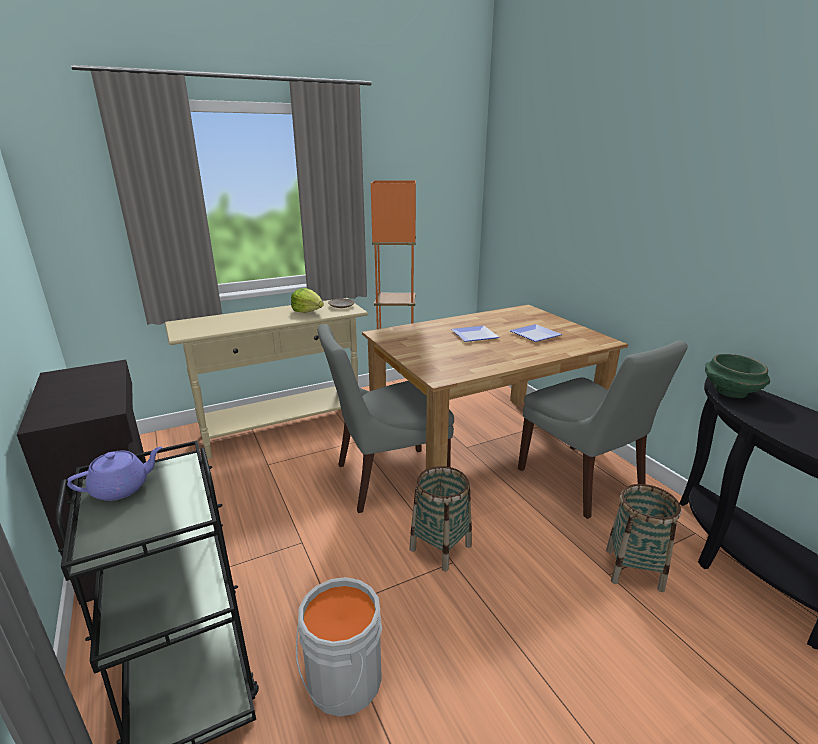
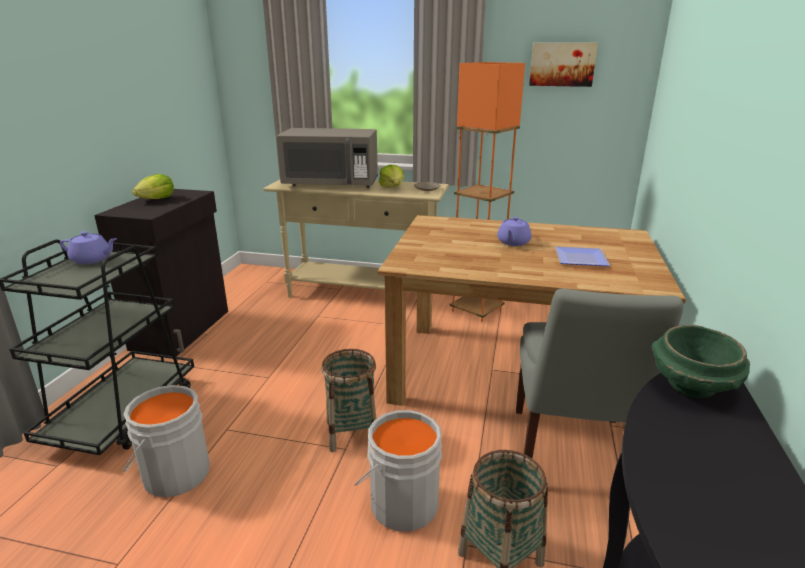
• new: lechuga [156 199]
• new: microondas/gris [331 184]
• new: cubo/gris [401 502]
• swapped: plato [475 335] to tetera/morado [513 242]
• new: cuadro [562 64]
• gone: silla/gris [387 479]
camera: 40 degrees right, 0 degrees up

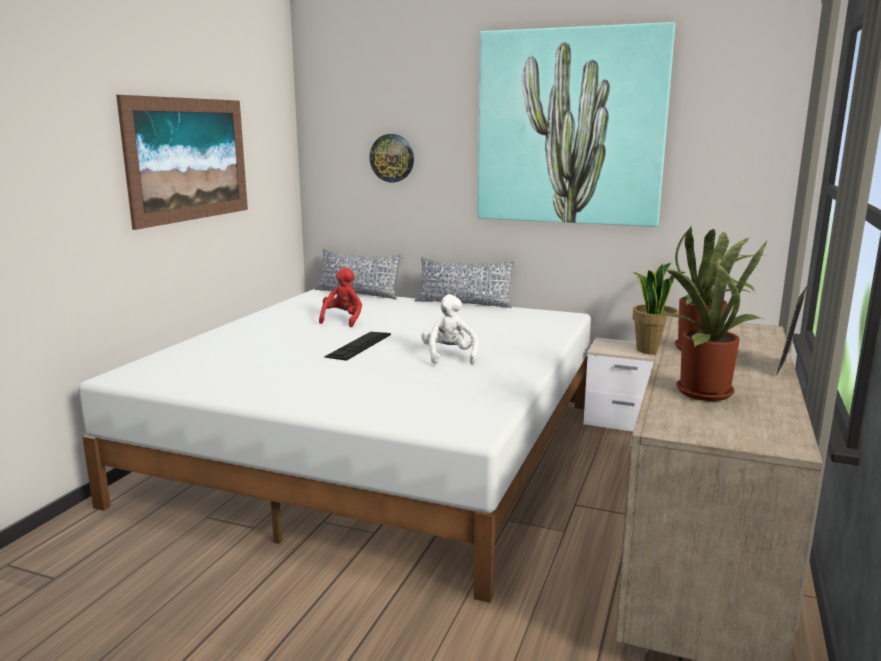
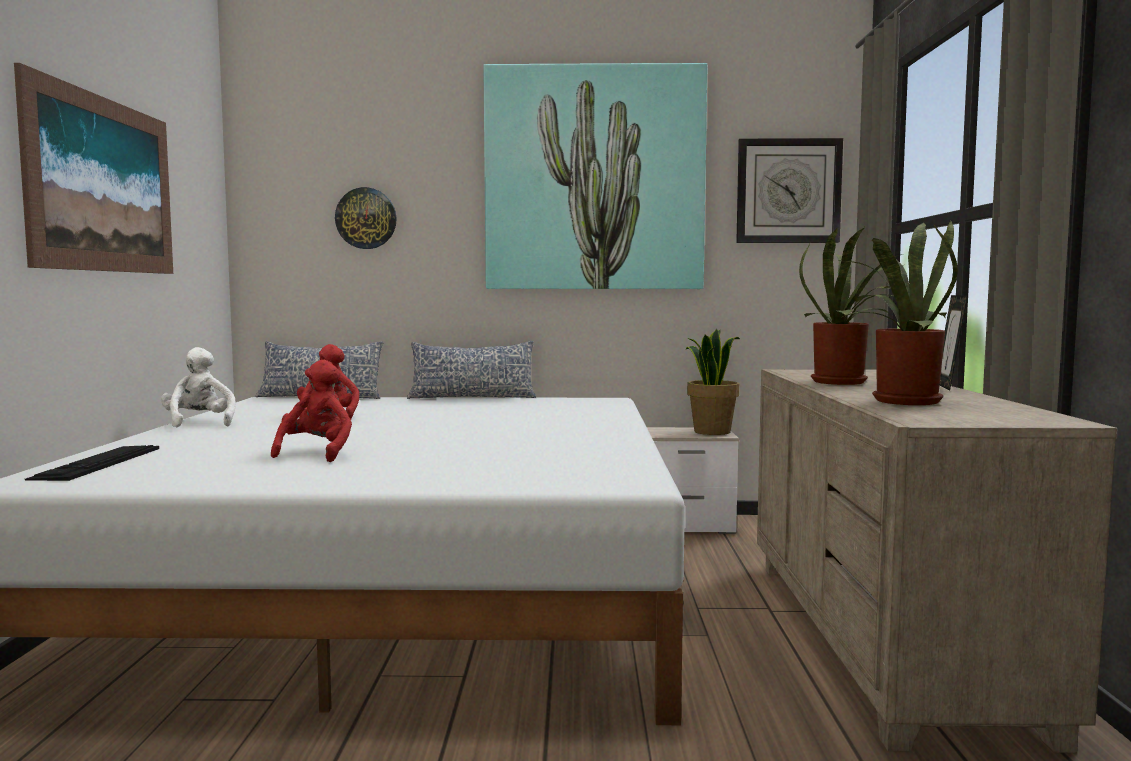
• shifted: teclado [359 345] to [98 463]
• shifted: peluche/blanco [449 356] to [199 423]
• new: peluche/rojo [317 453]
• new: reloj de pared [788 191]
camera: 20 degrees left, 10 degrees down

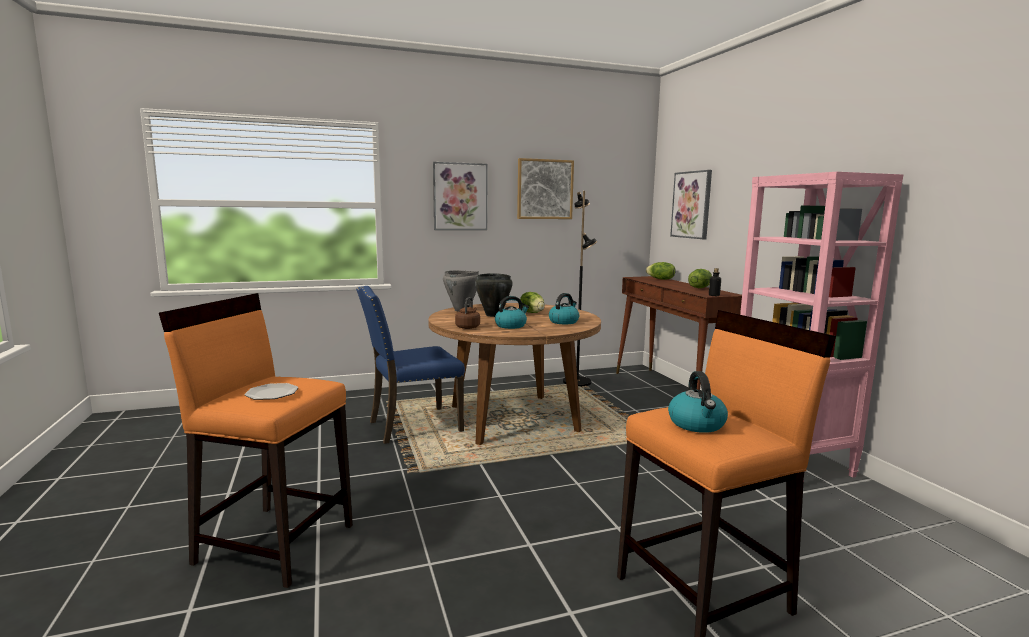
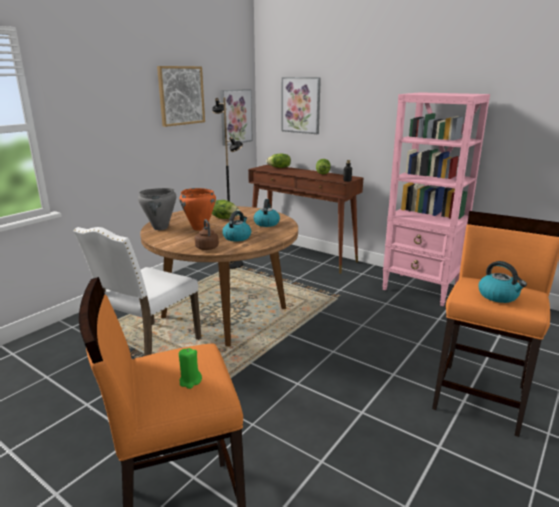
• repainted: silla/azul [412 426] to silla/blanco [150 349]
• swapped: plato [272 393] to vela/verde [190 381]
• repainted: olla/negro [493 315] to olla/naranja [199 228]
• shifted: cuadro [460 196] to [235 116]
camera: 35 degrees left, 10 degrees up

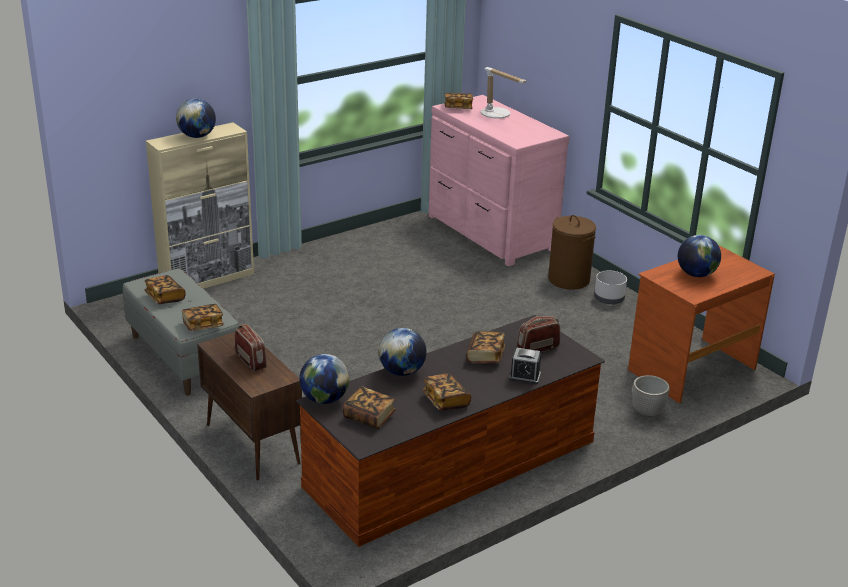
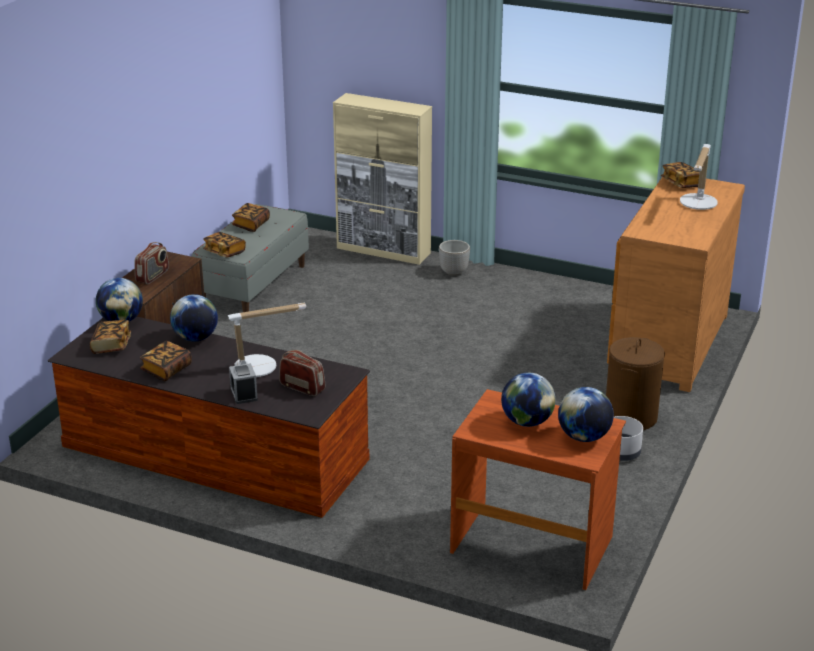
• swapped: libro [485 356] to lámpara de mesa [261 367]
• shifted: maceta [647 412] to [454 272]
• shifted: globo terráqueo [197 136] to [584 437]
• repainted: cómoda/rosa [489 233] to cómoda/marrón [666 344]
camera: 60 degrees right, 0 degrees up

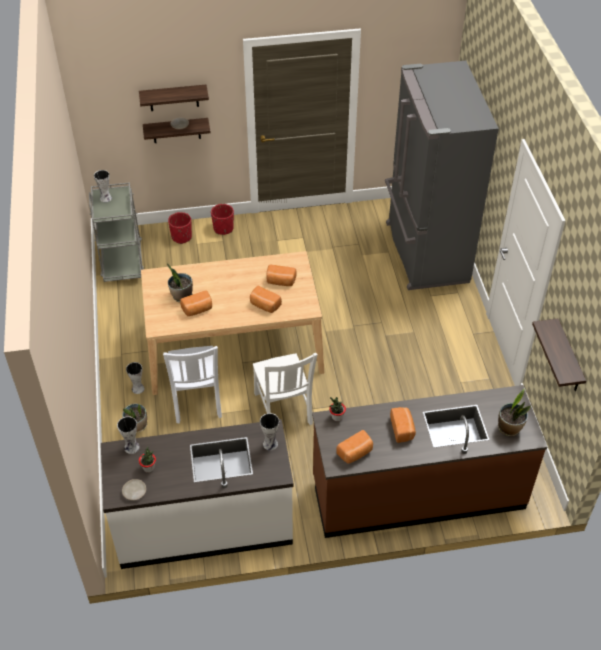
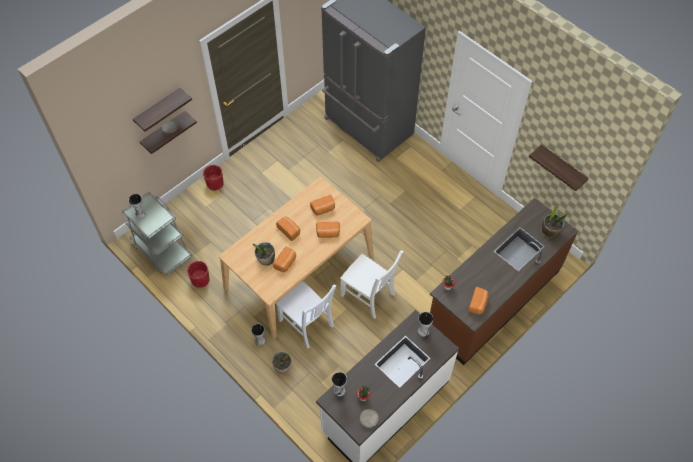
• shifted: maceta/rojo [181 237] to [200 280]
• shifted: pan [402 429] to [289 231]
camera: 35 degrees left, 10 degrees up

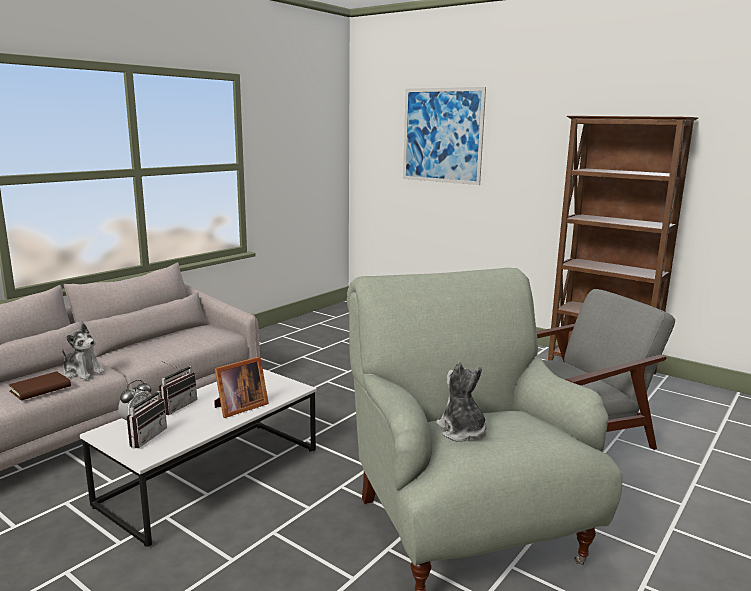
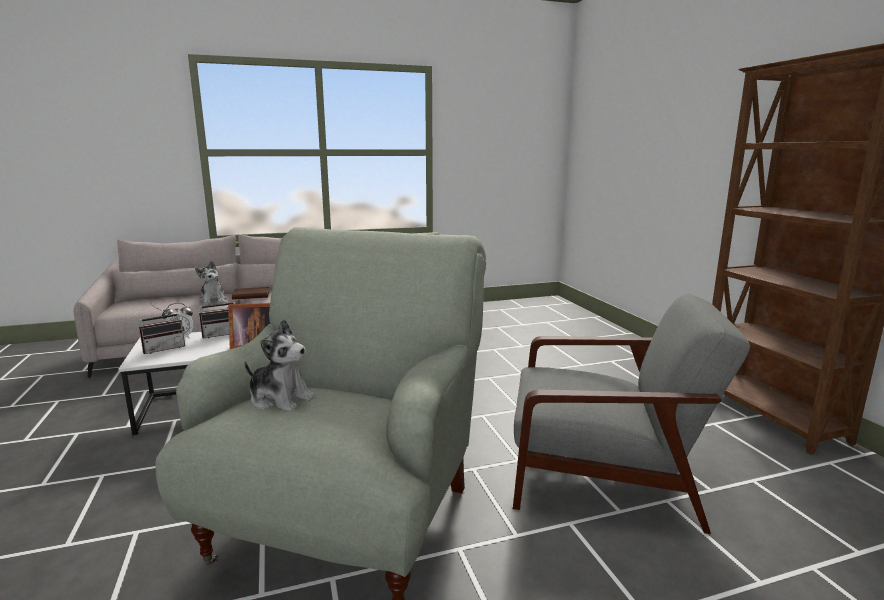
• shifted: libro/marrón [40 389] to [251 296]
• rotated: peluche [462 432] = [280 399] 105 degrees clockwise
• gone: cuadro [442 135]
camera: 35 degrees right, 0 degrees up

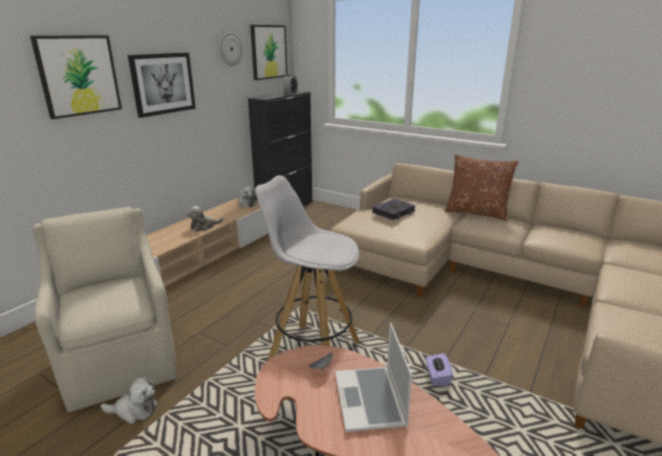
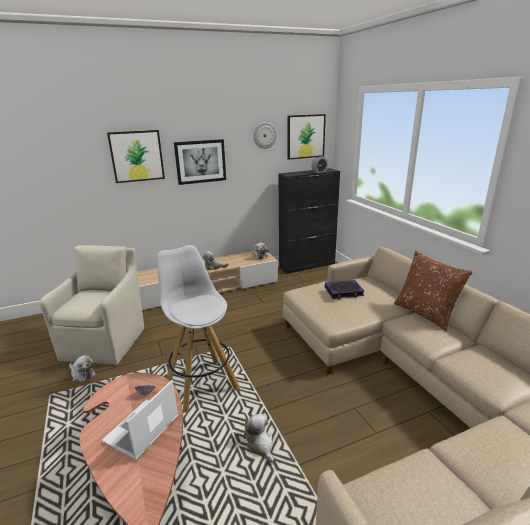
• swapped: caja de pañuelos/morado [437 377] to peluche [260 445]
camera: 35 degrees right, 0 degrees up

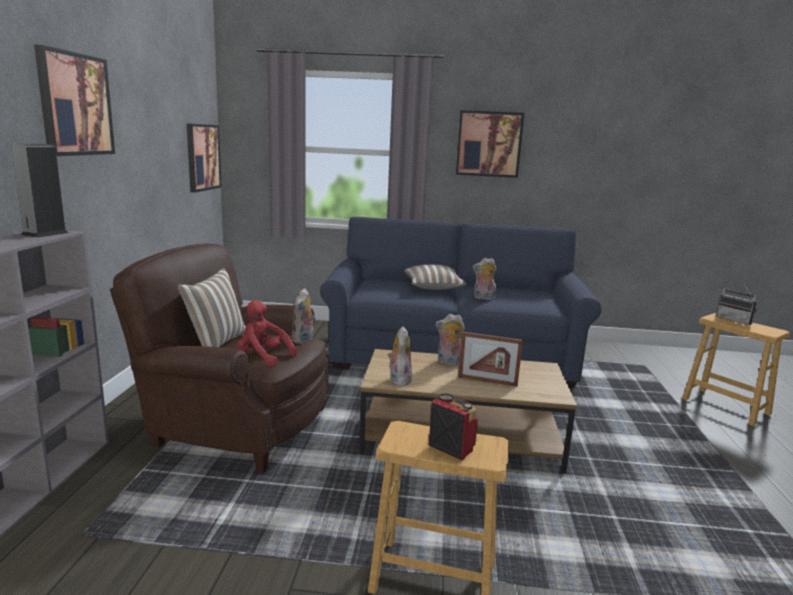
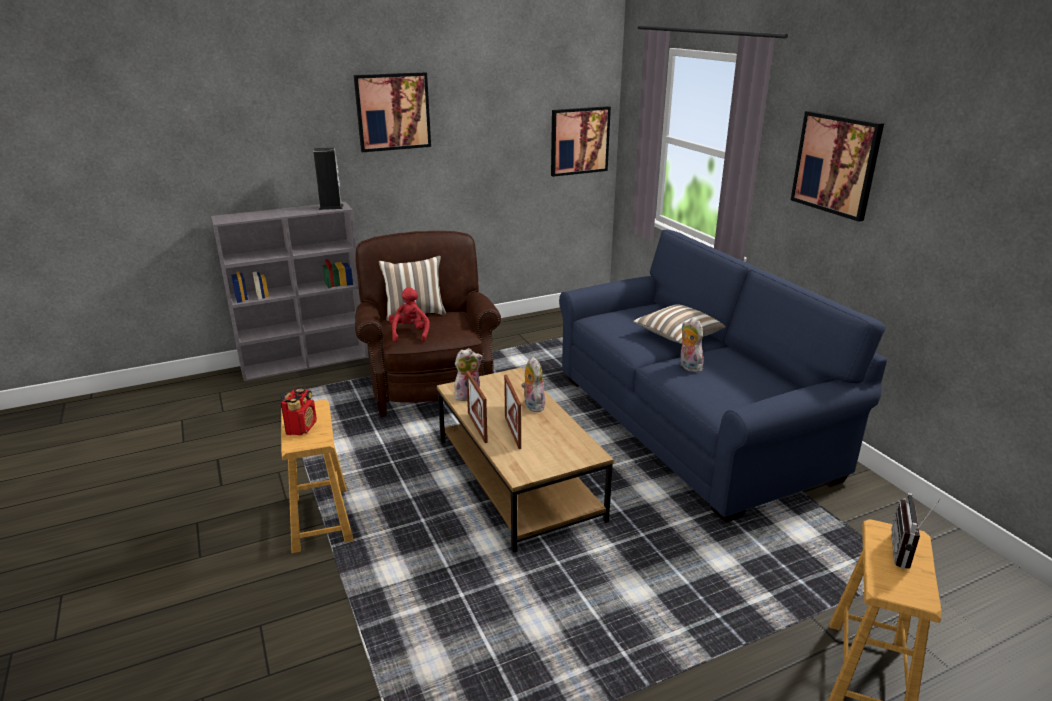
• new: portarretratos [477 427]
• gone: peluche [303 340]
camera: 60 degrees right, 10 degrees up

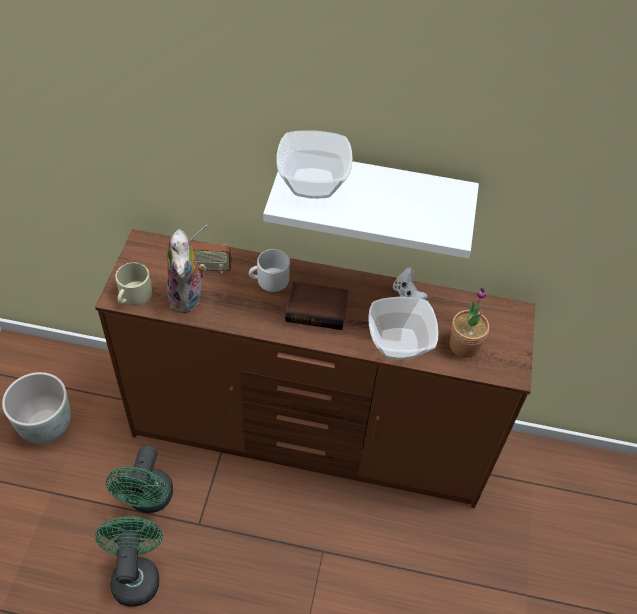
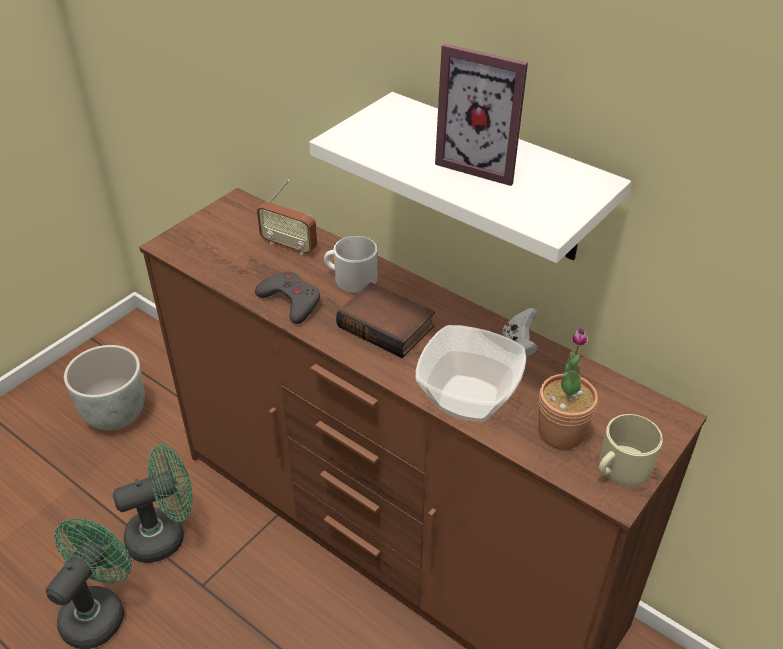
• rotated: ventilador/verde [148 500] = [165 534] 150 degrees counterclockwise
• new: mando de consola/gris [290 301]
• new: portarretratos [482 163]
• shifted: taza grande/beis [133 296] to [620 469]
• gone: peluche [188 297]
• gone: cuenco [312 183]
camera: 30 degrees right, 10 degrees down

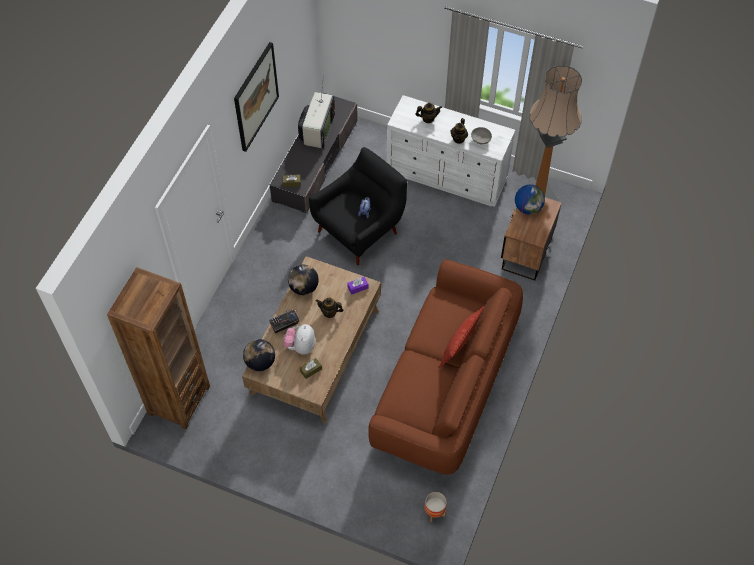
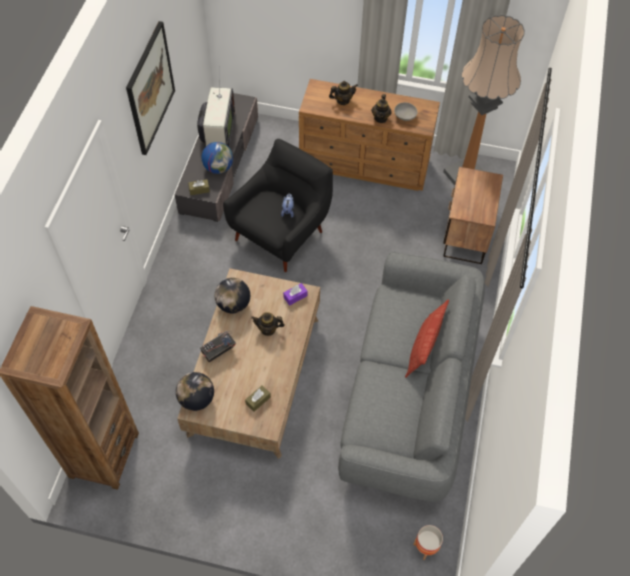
• shifted: globo terráqueo [528 208] to [218 168]
• repainted: cómoda/blanco [447 176] to cómoda/marrón [365 164]
• repainted: sofá/marrón [445 385] to sofá/gris [408 394]
• gone: peluche [300 346]
camera: 10 degrees left, 0 degrees up

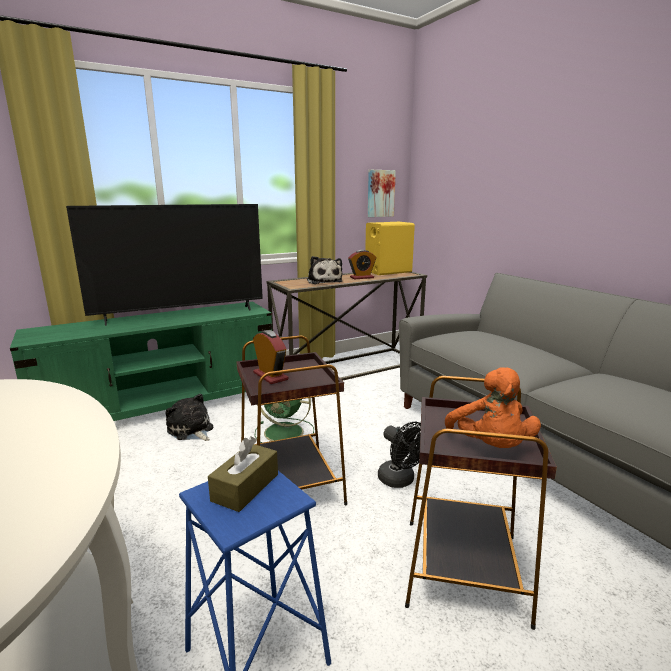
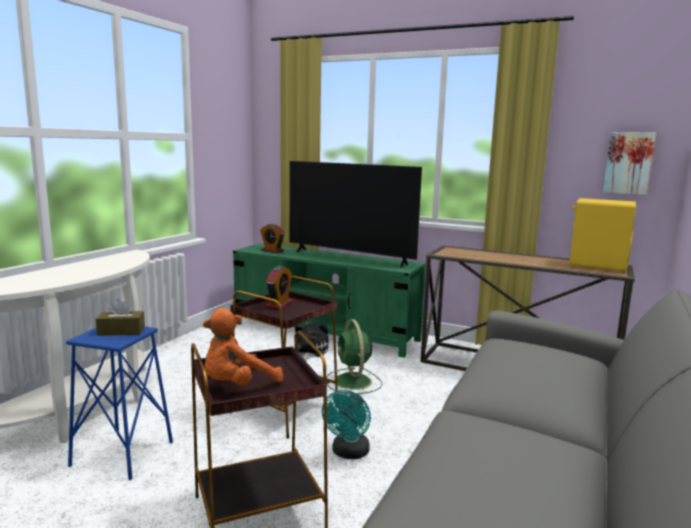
• shifted: despertador [362 277] to [272 250]
• repainted: ventilador/negro [400 481] to ventilador/turquesa [348 453]
• gone: peluche [324 281]
camera: 55 degrees right, 5 degrees down

